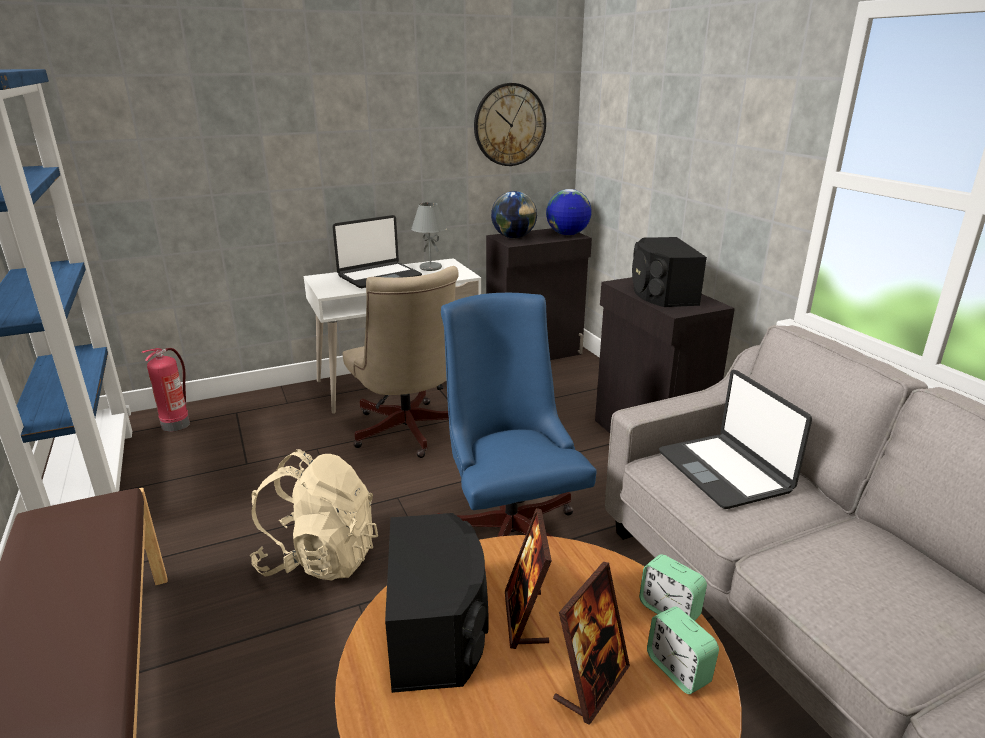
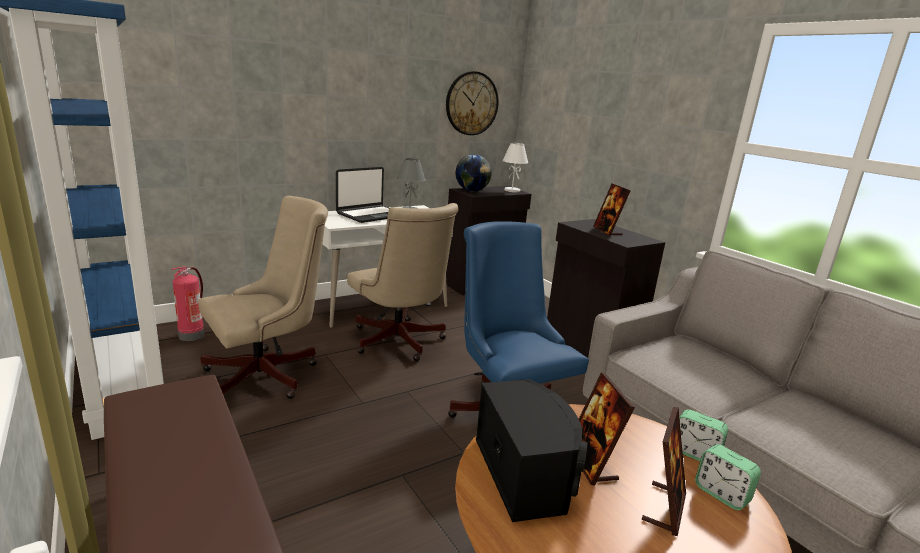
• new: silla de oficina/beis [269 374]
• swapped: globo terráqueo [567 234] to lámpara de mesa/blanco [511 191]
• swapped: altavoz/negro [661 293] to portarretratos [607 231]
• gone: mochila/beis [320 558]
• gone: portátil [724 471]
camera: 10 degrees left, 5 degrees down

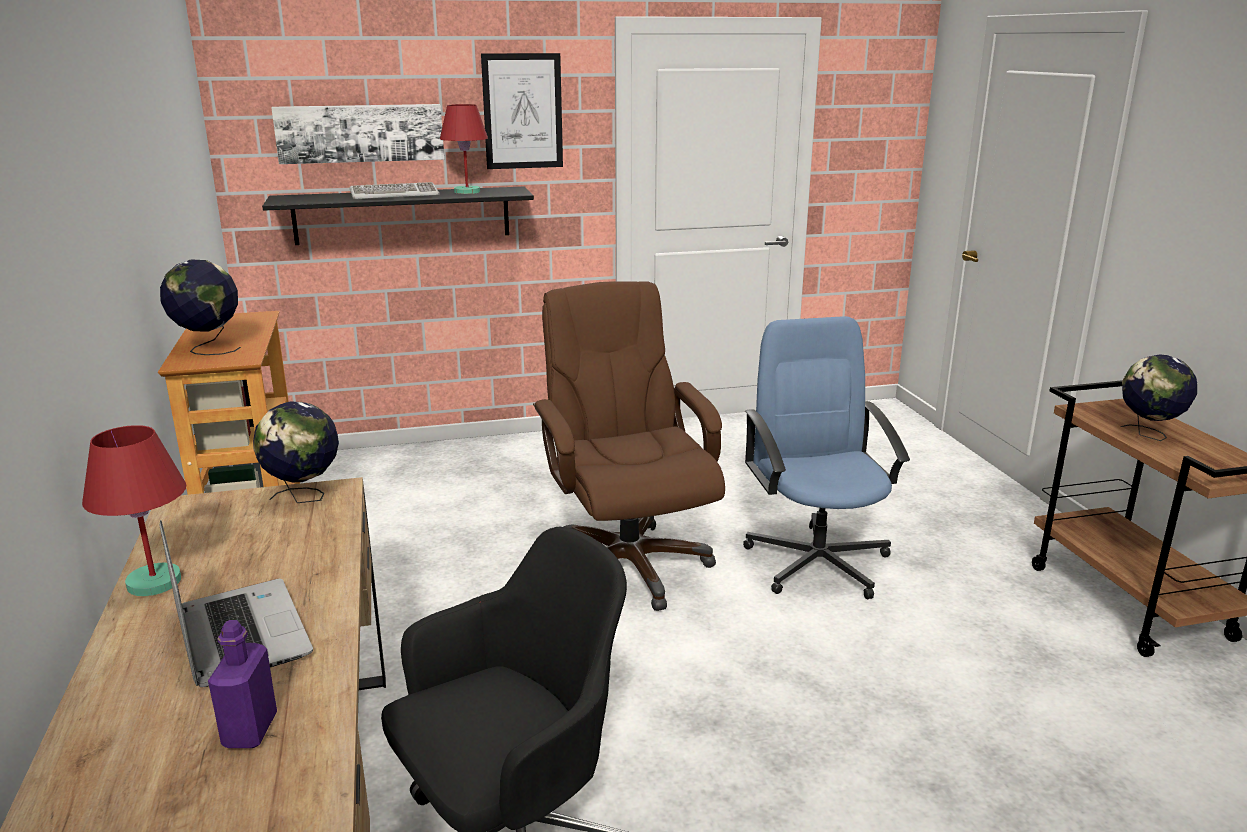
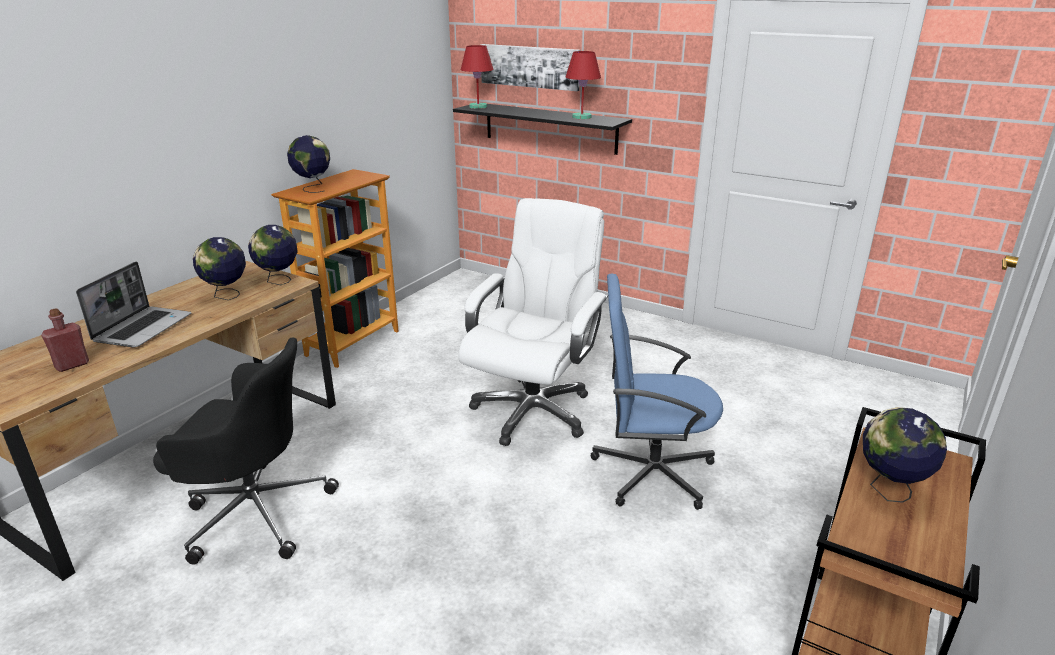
• repainted: botella/morado [250 730] to botella/rojo [72 365]
• new: globo terráqueo [226 296]
• repainted: silla de oficina/marrón [628 565] to silla de oficina/blanco [532 410]
• shifted: lámpara de mesa/rojo [155 583] to [478 107]
• rotated: silla de oficina/azul [817 561] = [650 472] 120 degrees counterclockwise
• gone: teclado [395 195]
• gone: cuadro [522 111]
camera: 45 degrees right, 5 degrees up

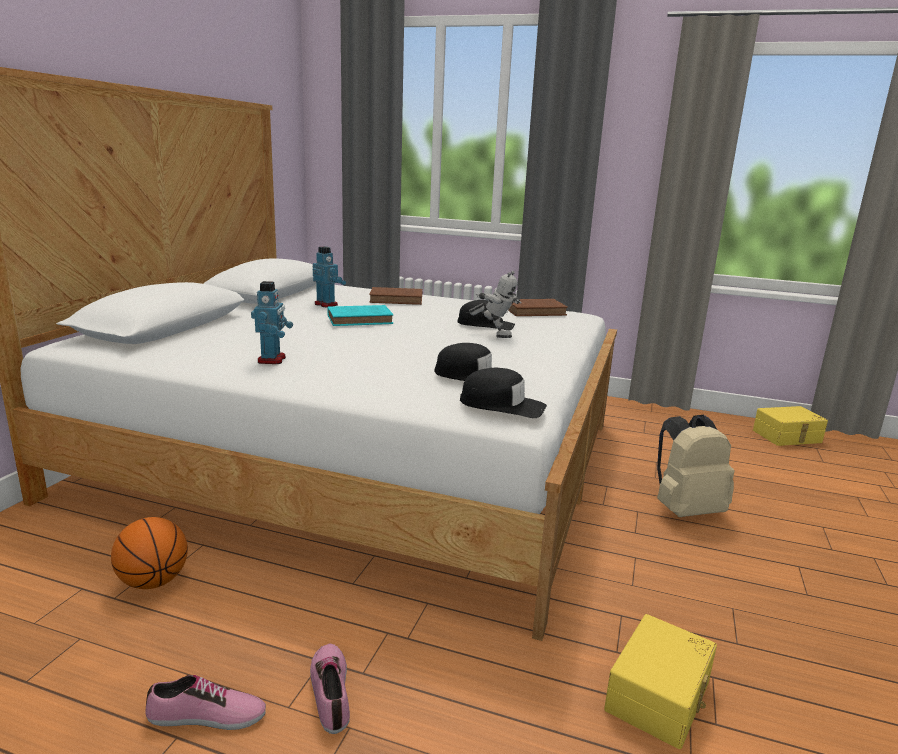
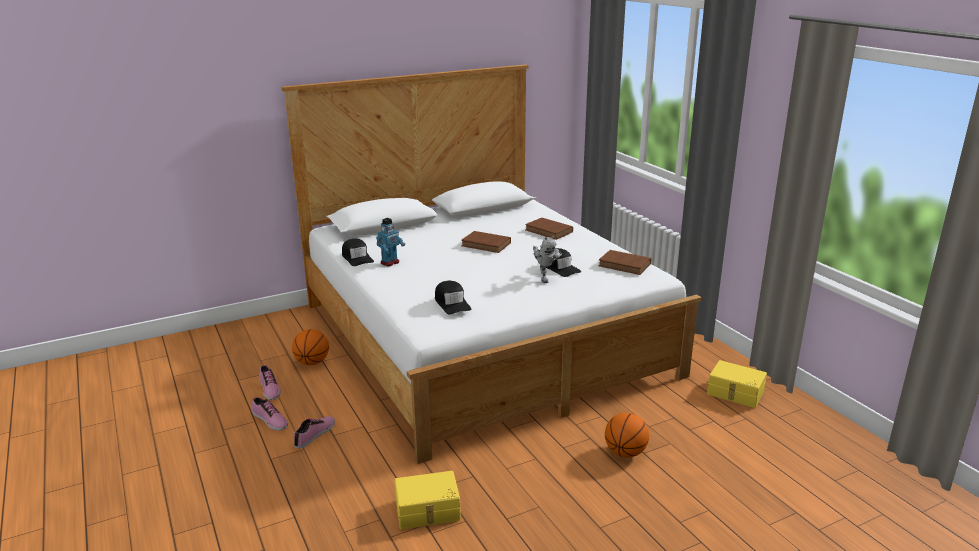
• new: zapato [269 388]
• shifted: gorra/negro [502 405] to [357 258]
• repainted: libro/turquesa [361 320] to libro/marrón [487 245]
• swapped: mochila/beis [685 510] to balón de baloncesto [625 452]
• shifted: caja de almacenaje/amarillo [788 437] to [735 393]
• gone: robot de juguete [326 304]
camera: 45 degrees right, 5 degrees up

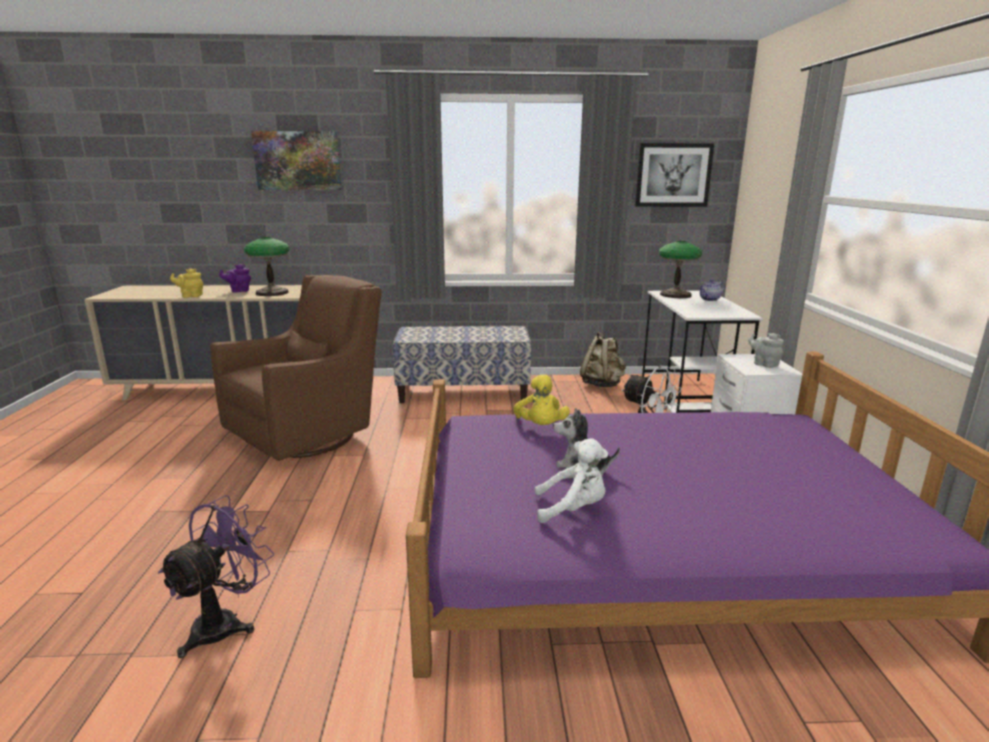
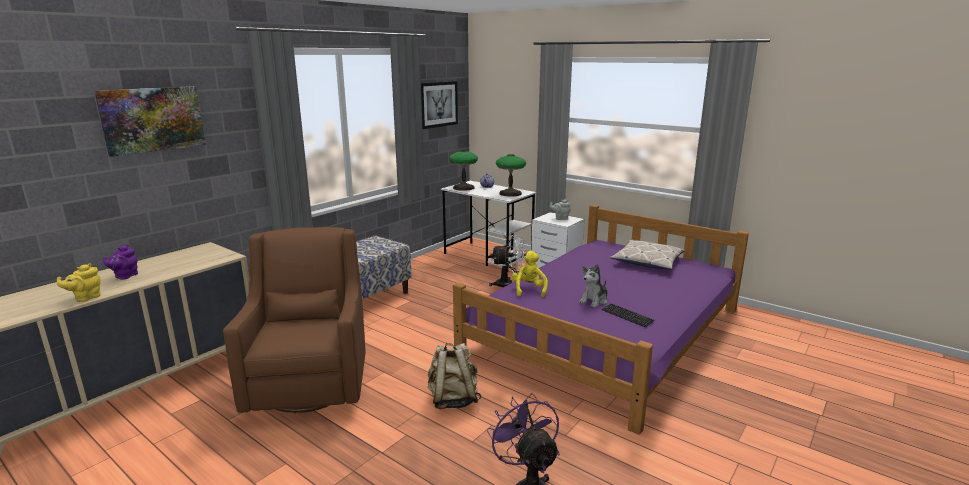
• shifted: mochila/beis [602 384] to [453 400]
• shifted: lámpara de mesa [271 293] to [510 193]
• rotated: peluche/amarillo [540 427] = [529 290] 120 degrees counterclockwise
• swapped: peluche/blanco [573 509] to teclado [627 316]
• new: cojín [647 261]
camera: 50 degrees left, 0 degrees up

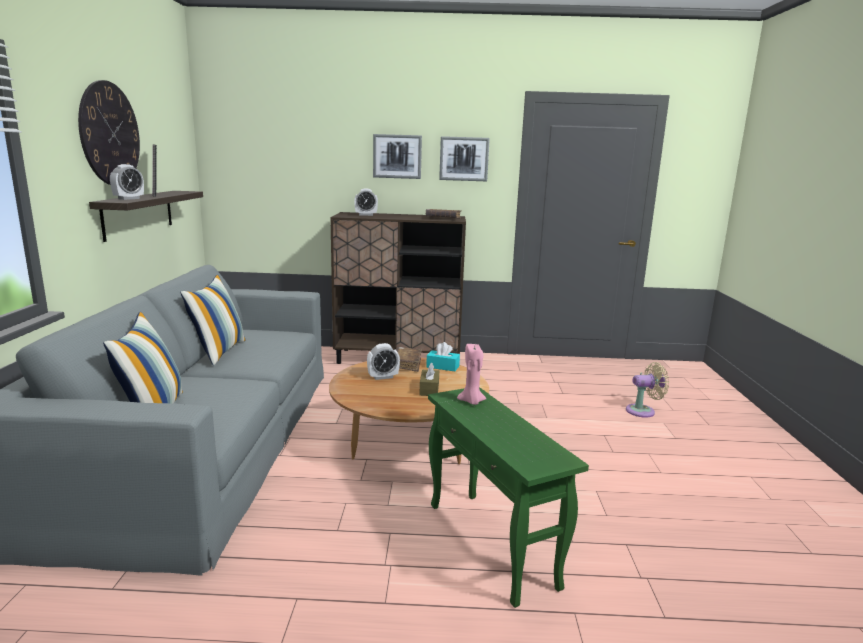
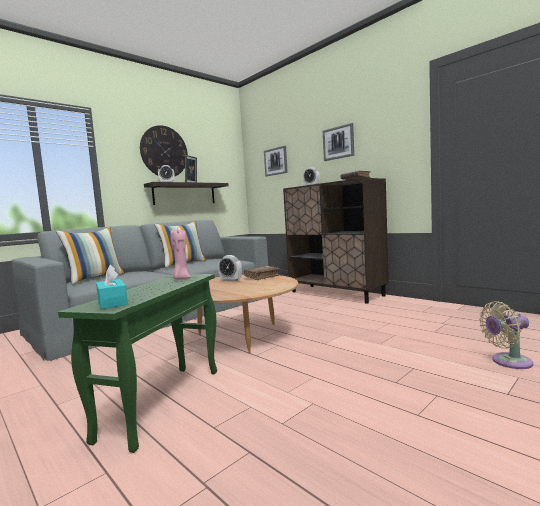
• shifted: caja de pañuelos/turquesa [442 366] to [112 302]
• shifted: cuadro [464 159] to [276 161]
• rotated: ventilador/beis [643 411] = [508 362] 135 degrees clockwise
• gone: caja de pañuelos/marrón [429 389]
camera: 45 degrees right, 10 degrees down

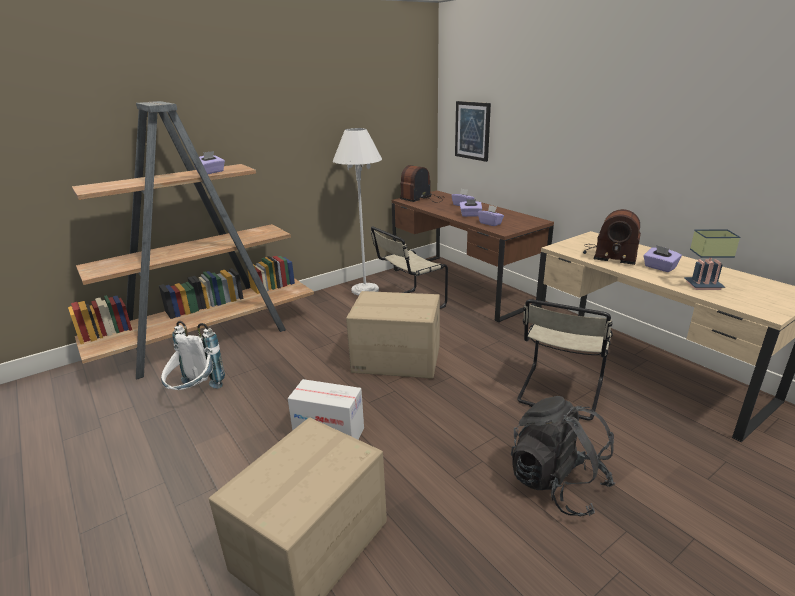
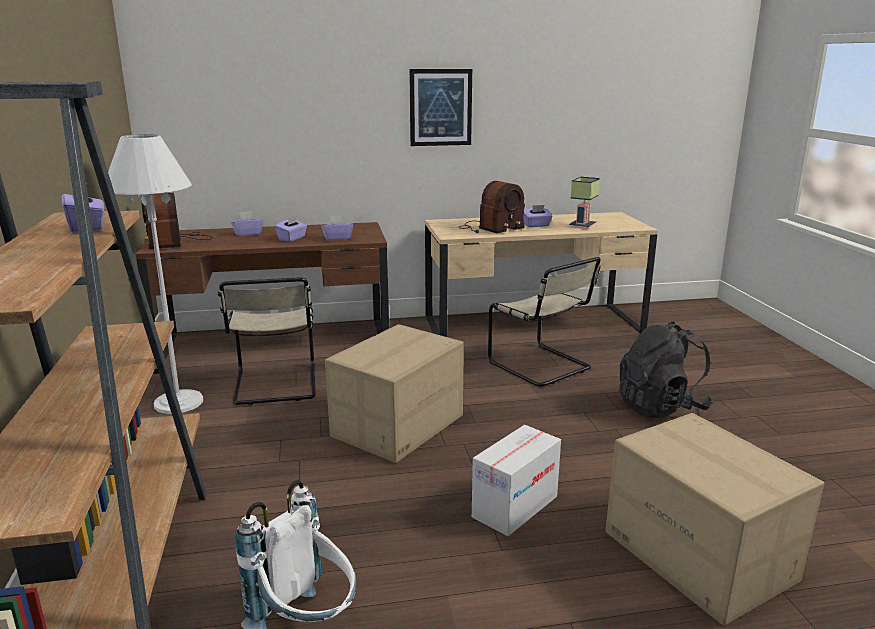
• shifted: cuadro [472 130] to [440 107]
camera: 65 degrees left, 5 degrees down

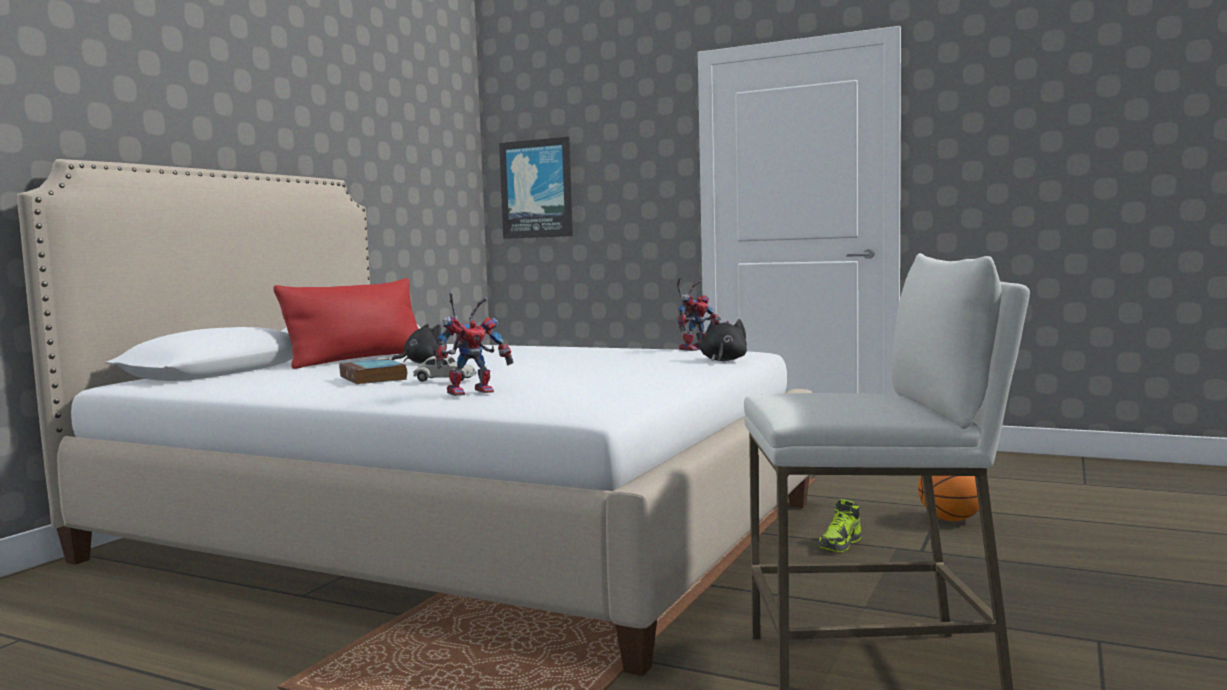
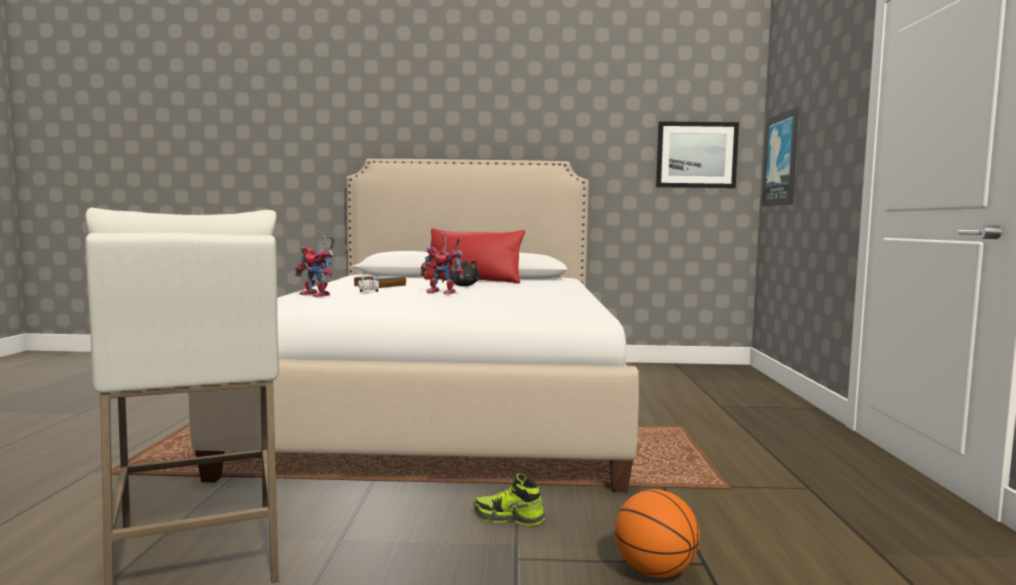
• shifted: robot de juguete [695 349] to [444 292]
• new: cuadro [696 155]
• gone: peluche/negro [723 360]
camera: 65 degrees right, 0 degrees up

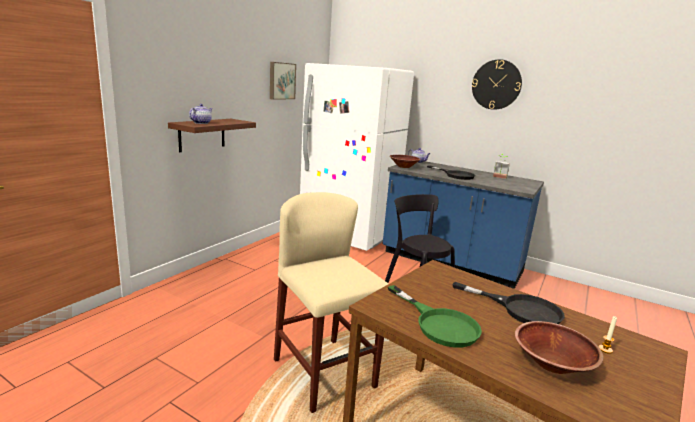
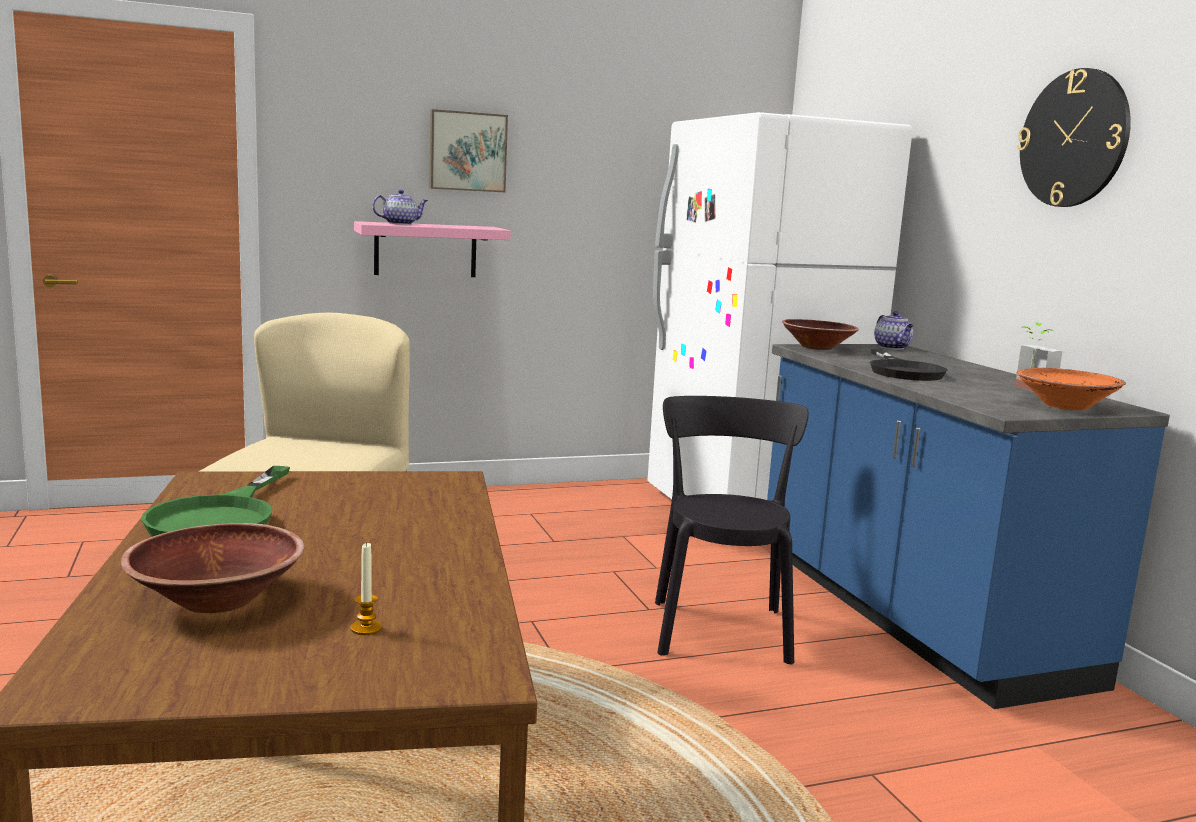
• repainted: estante/marrón [202 134] to estante/rosa [425 250]
• shifted: cuadro [281 81] to [467 151]
• new: cuenco/naranja [1066 406]
• gone: sartén/negro [520 309]
camera: 40 degrees right, 5 degrees down

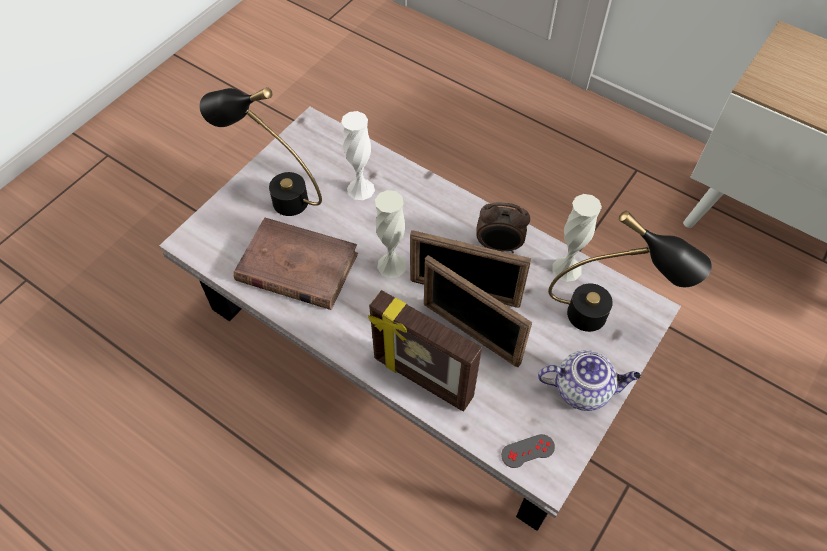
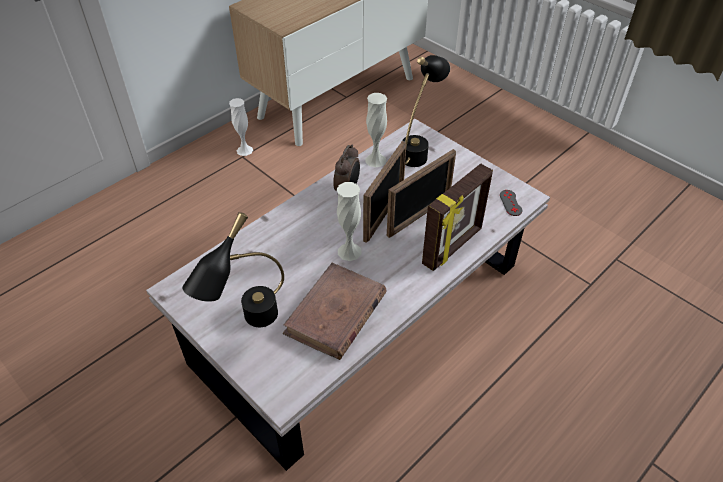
• shifted: florero/blanco [360 189] to [244 150]
• gone: tetera [583 389]
camera: 80 degrees left, 10 degrees down

